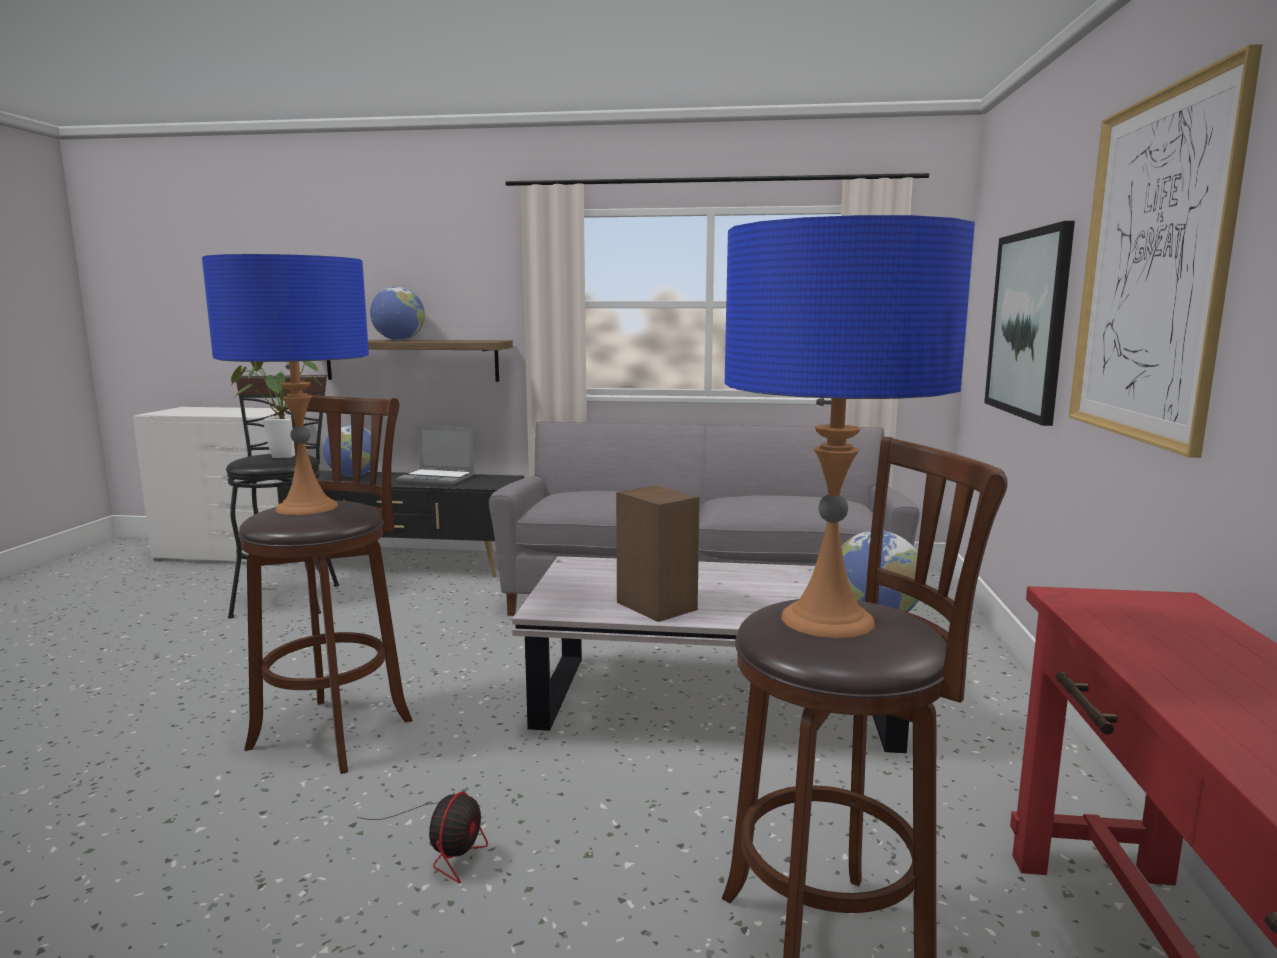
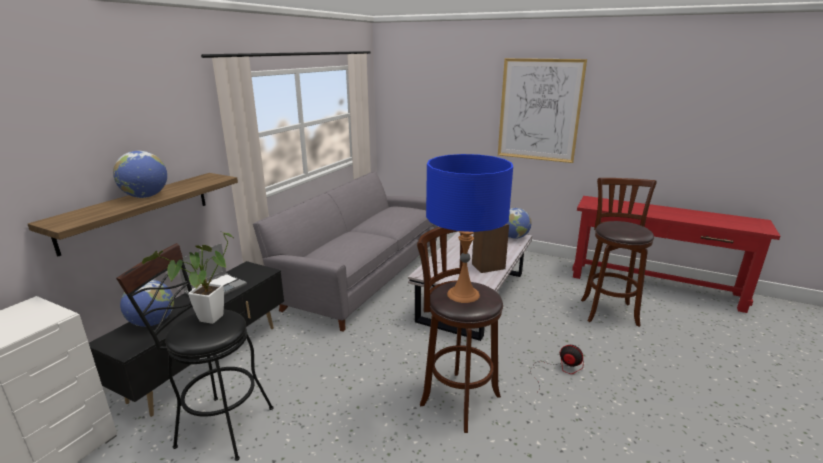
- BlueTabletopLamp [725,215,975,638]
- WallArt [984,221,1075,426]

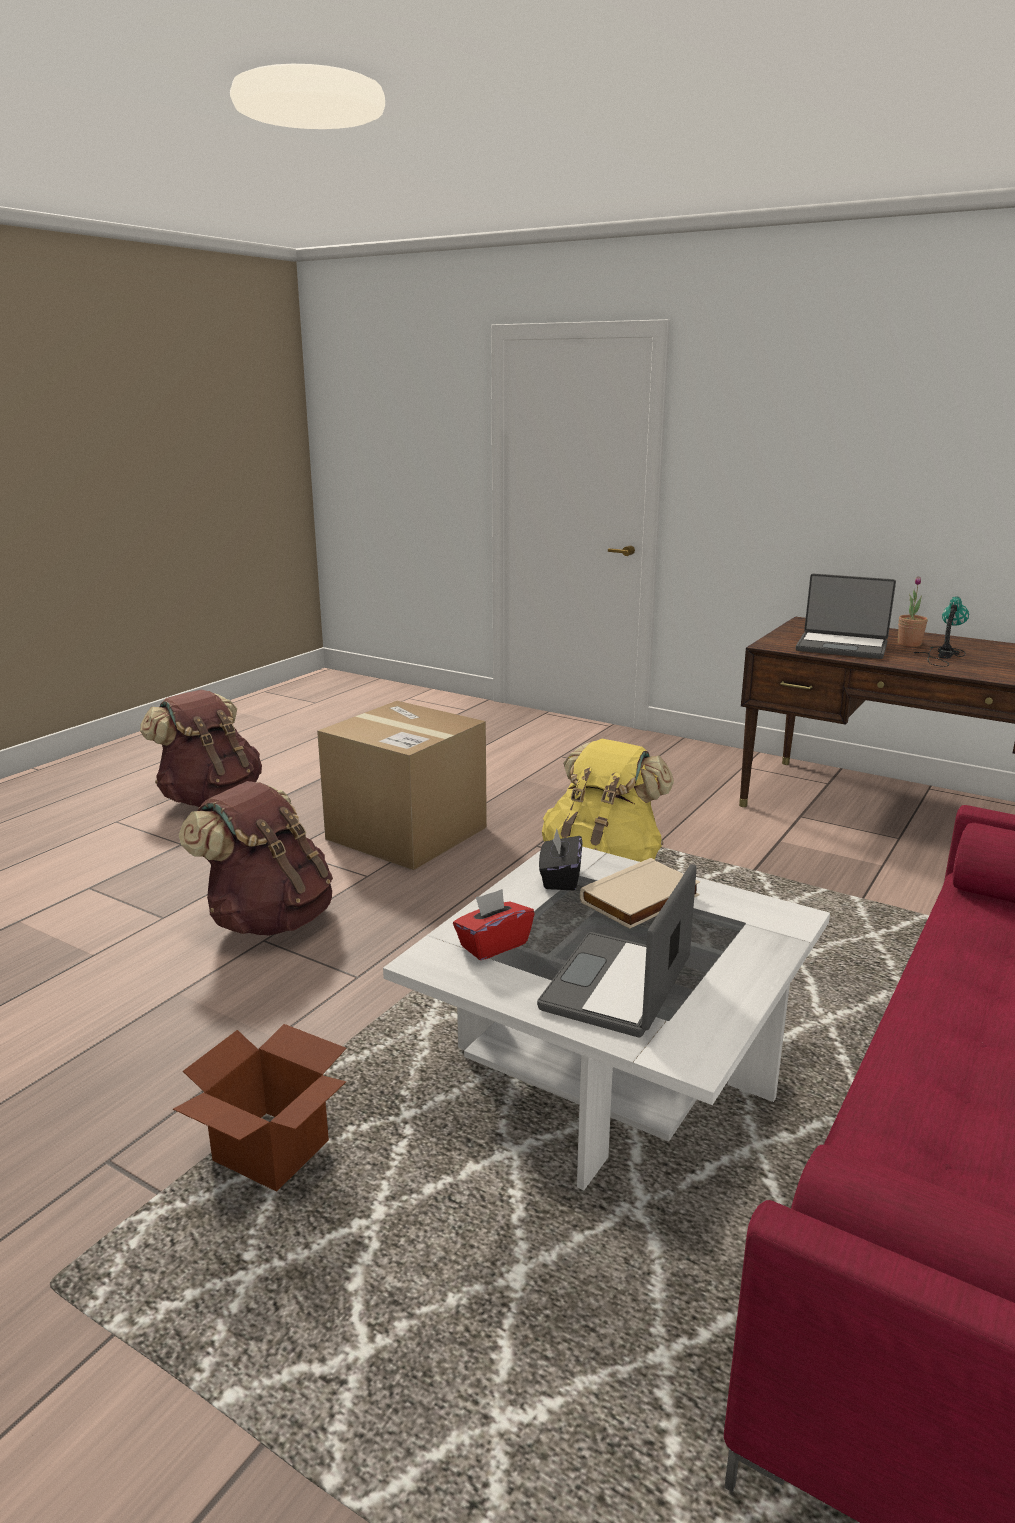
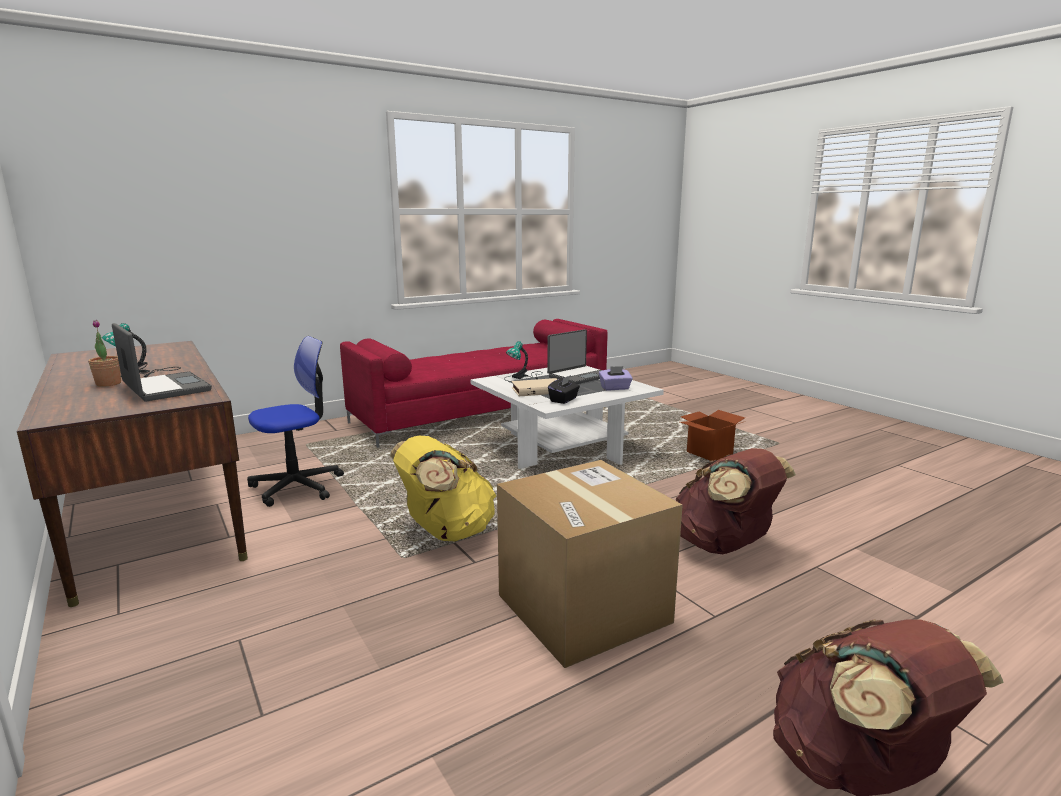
+ DeskChair [247,336,344,507]
+ TabletopLamp [504,341,543,382]
~ RedColouredTissueBox [453,889,535,960] to PurpleColouredTissueBox [599,366,633,390]

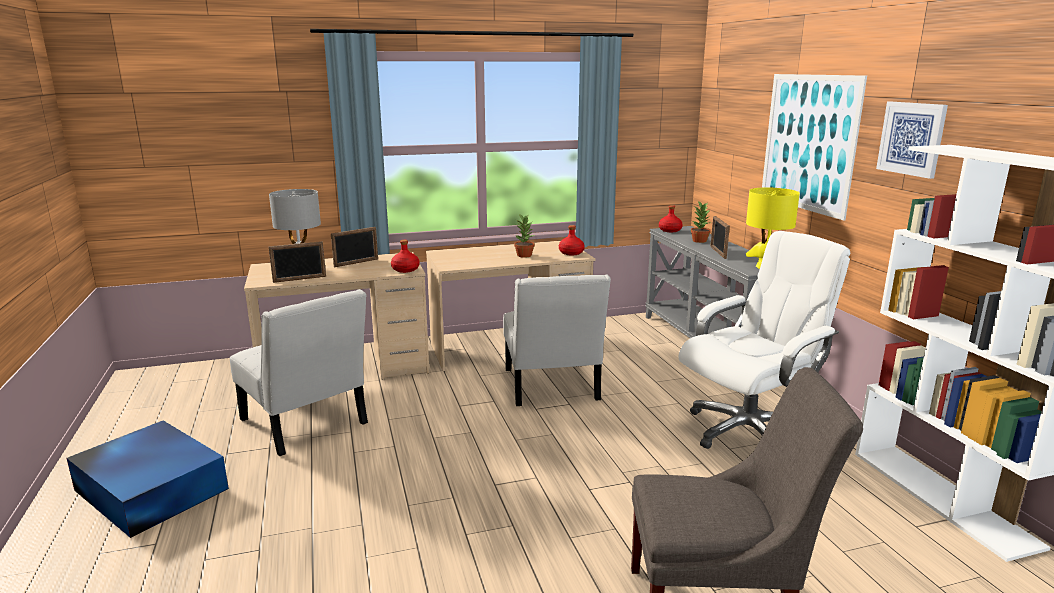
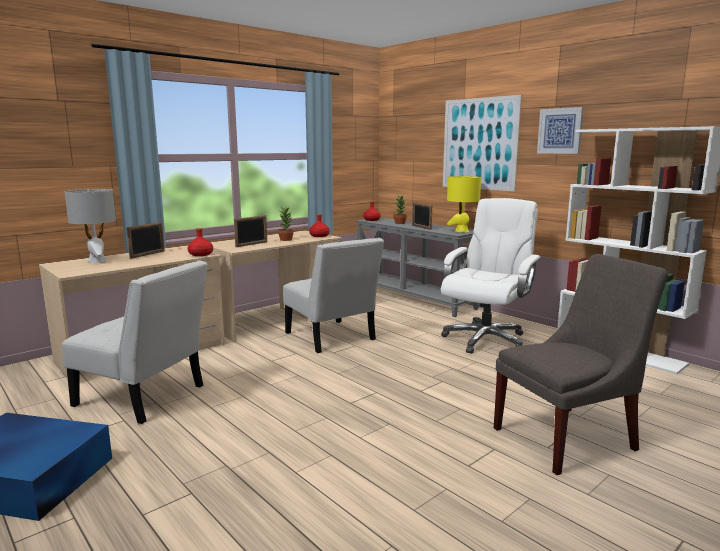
~ PhotoFrame [268,241,326,283] to [234,215,267,247]

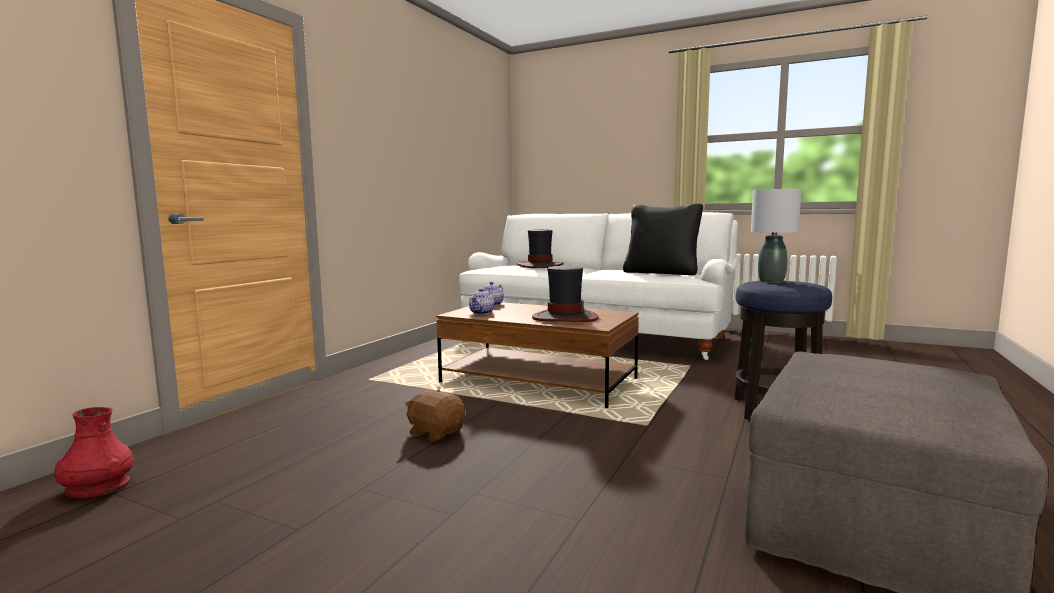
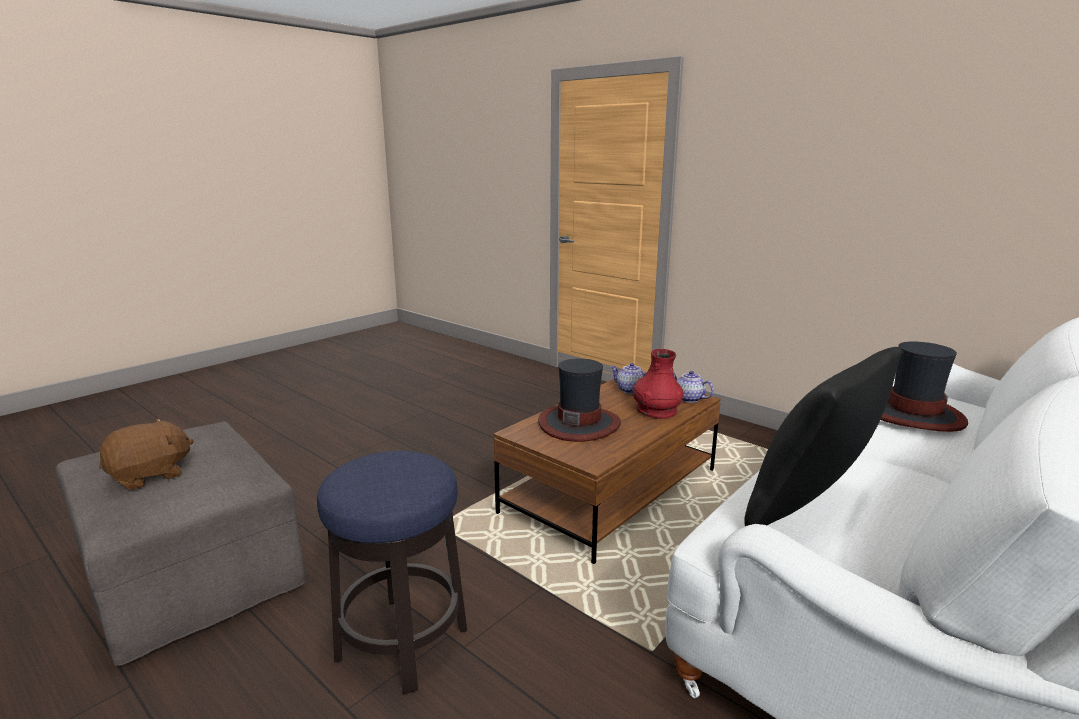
- GreyishTabletopLamp [751,189,802,283]
~ RedColouredDecorativeVase [54,407,133,498] to [633,349,683,419]
~ BrownPlushToy [405,390,466,442] to [99,418,194,490]

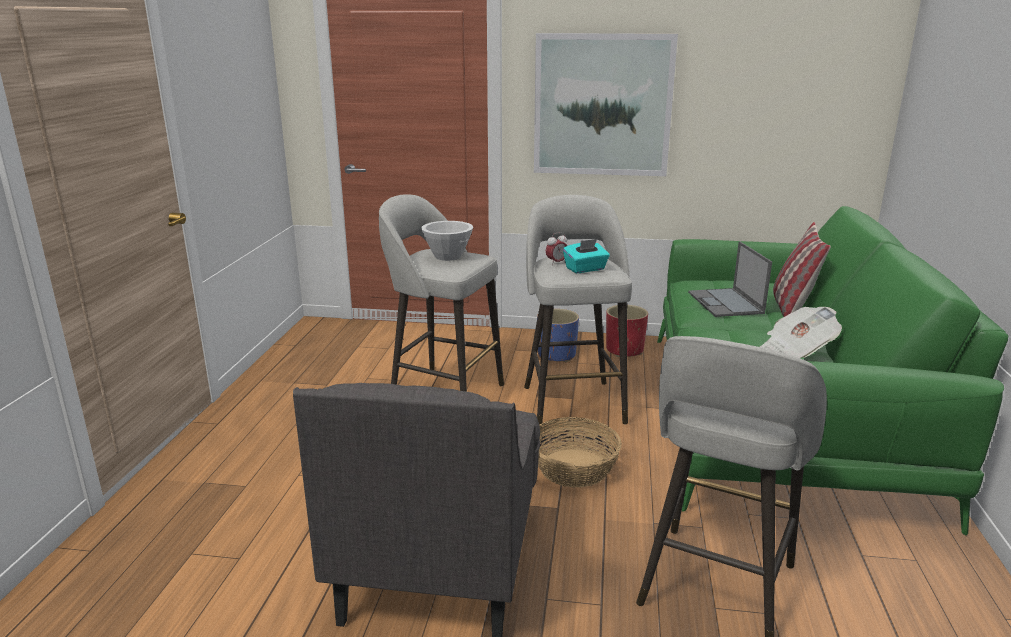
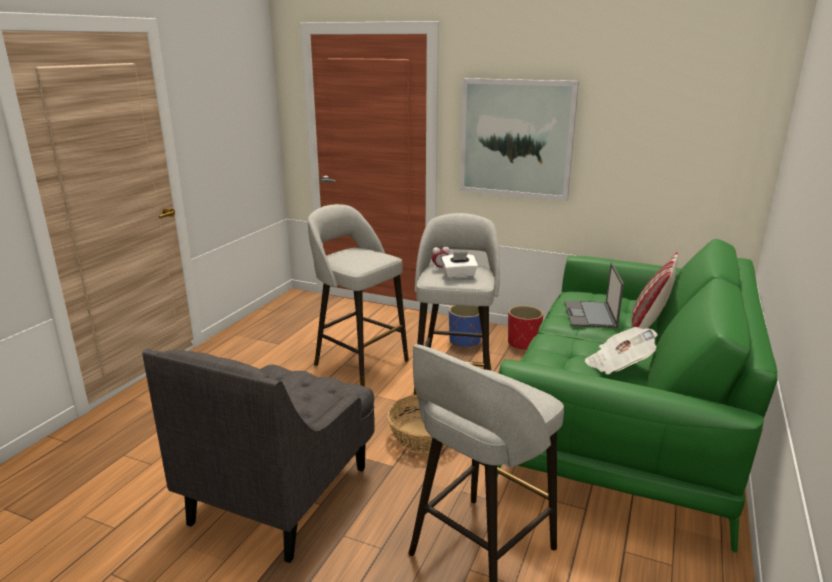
- WhiteDeepDish [421,221,473,261]
~ TurquoiseTissueBox [563,239,610,273] to WhiteTissueBox [441,252,478,279]

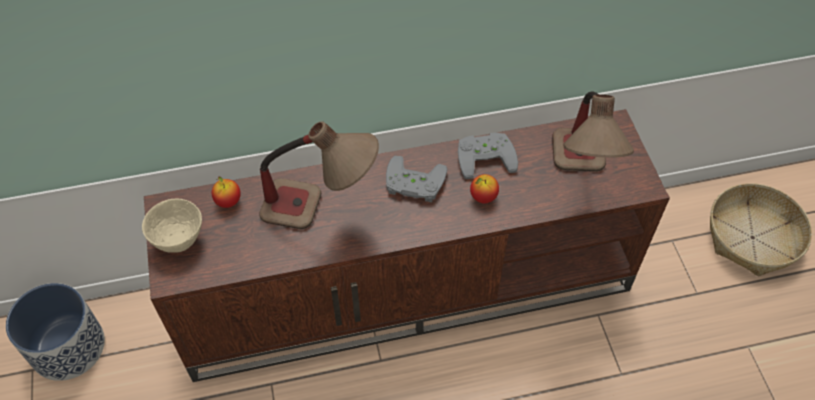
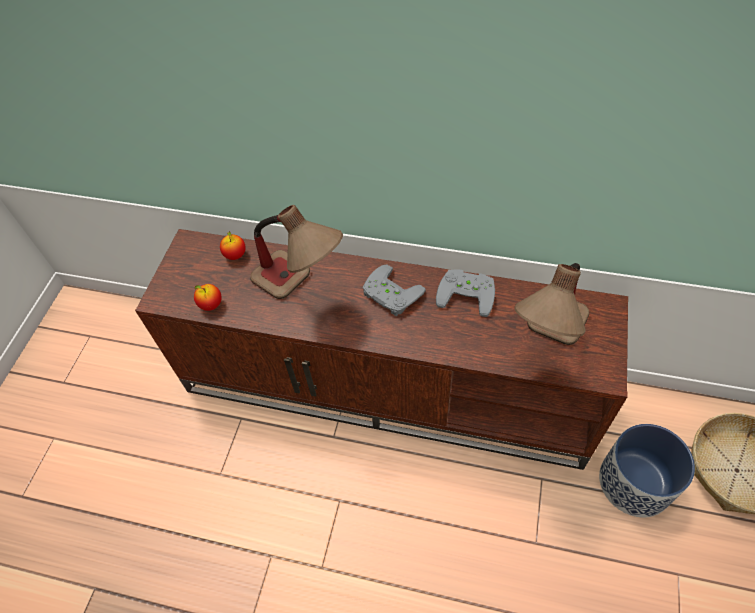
- BeigeColouredDeepDish [142,198,202,253]
~ PlantPot [6,283,105,381] to [599,424,695,518]
~ AppleFruit [470,174,499,203] to [194,284,222,311]

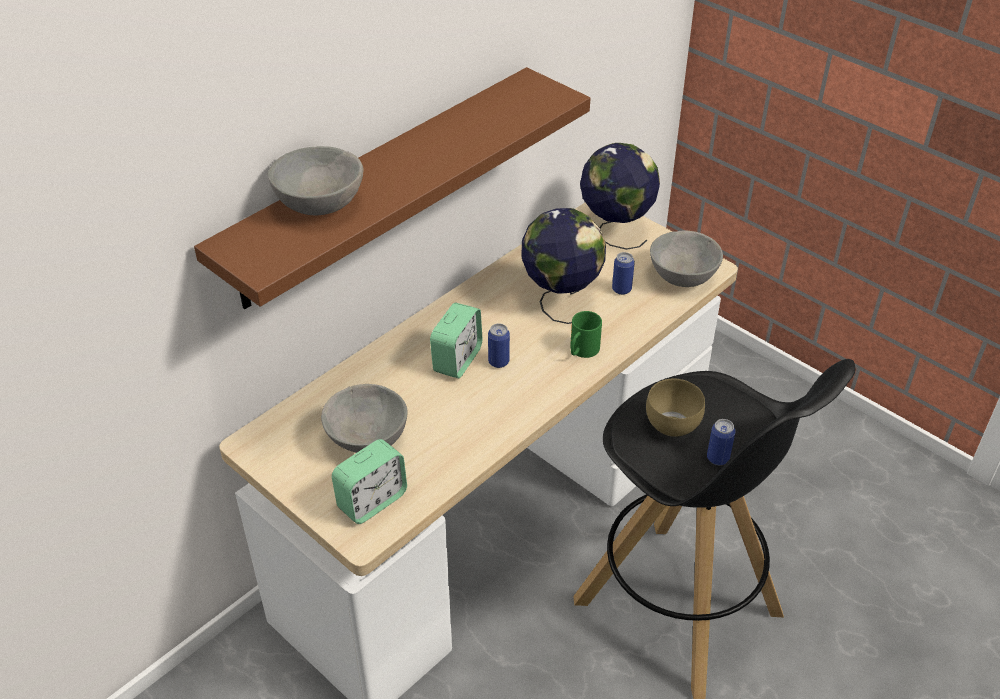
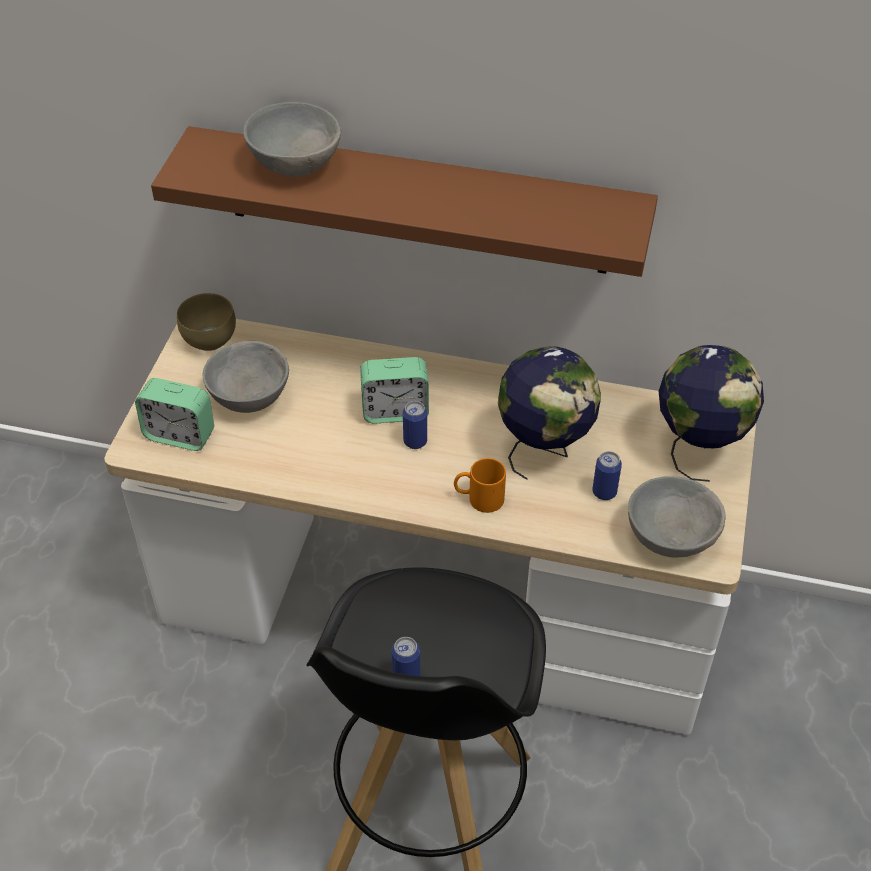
~ BrownDeepDish [646,379,705,437] to [177,293,236,351]
~ GreenishMug [570,311,602,358] to OrangeMug [454,458,506,513]

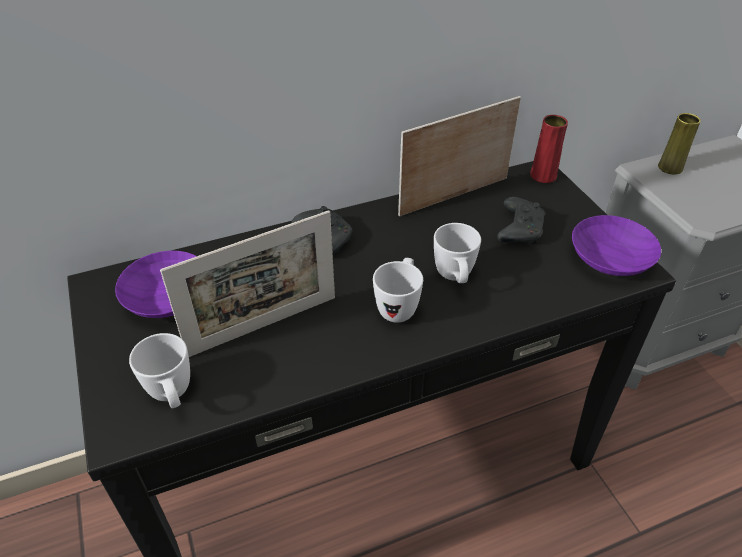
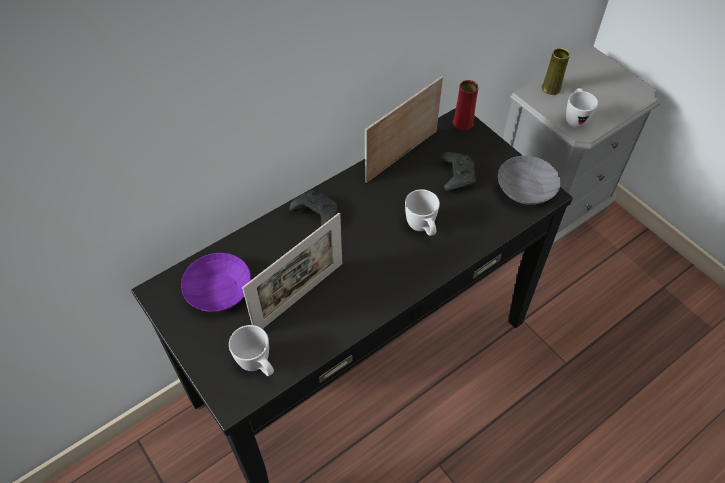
~ WhiteMug [373,258,423,323] to [566,88,598,128]
~ PurpleColouredDeepDish [572,215,661,276] to GreyishDeepDish [497,156,561,205]

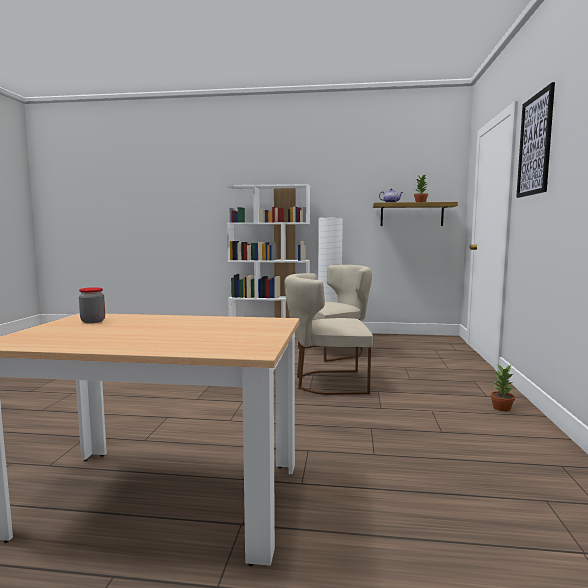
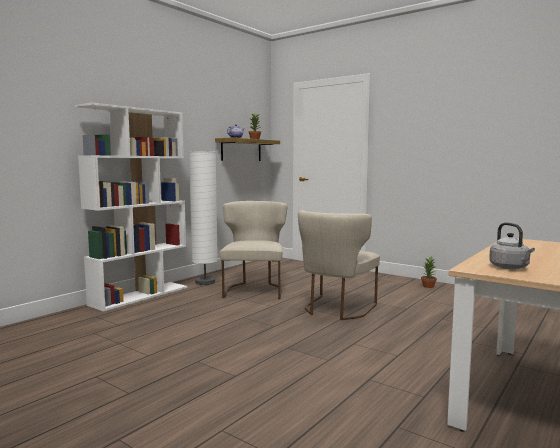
- WallArt [516,82,555,198]
~ StorageJar [79,287,105,323] to GreyishWaterKettle [489,222,535,269]

